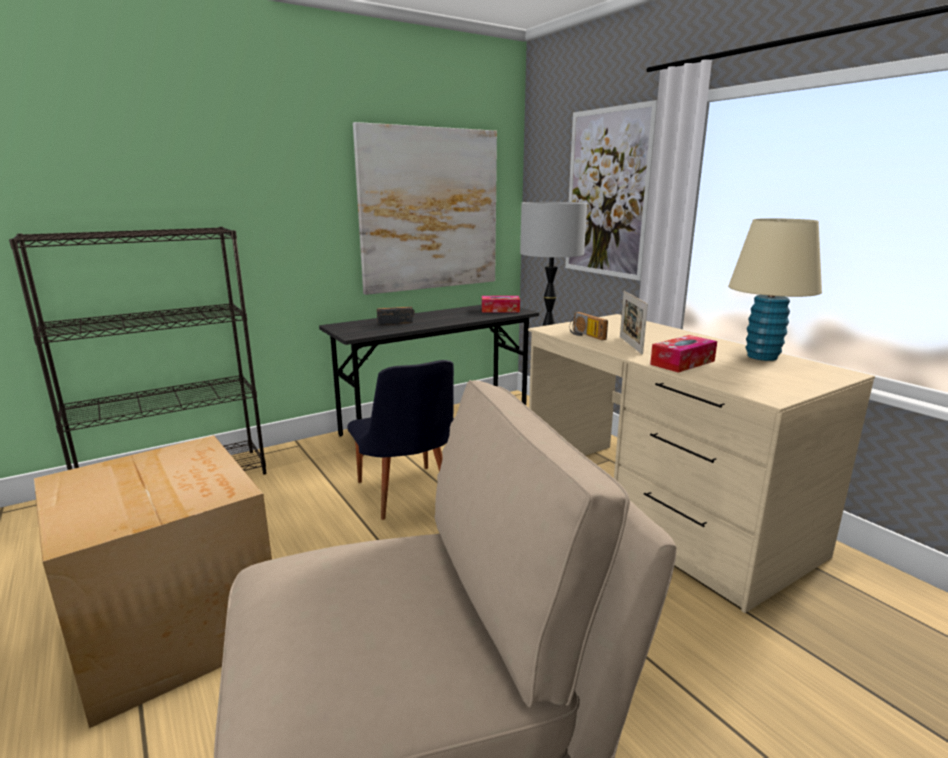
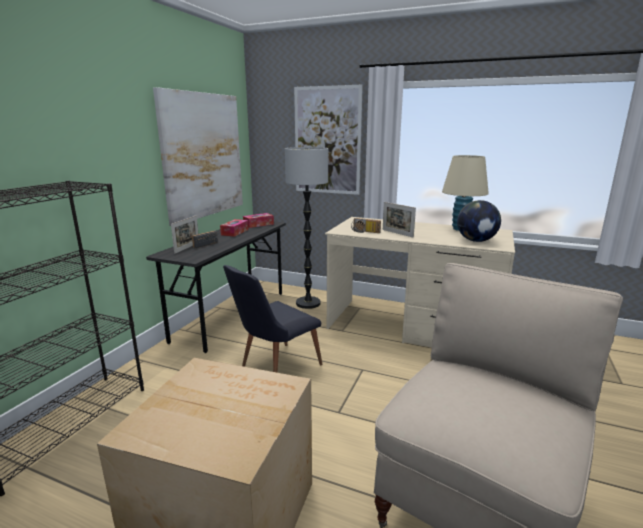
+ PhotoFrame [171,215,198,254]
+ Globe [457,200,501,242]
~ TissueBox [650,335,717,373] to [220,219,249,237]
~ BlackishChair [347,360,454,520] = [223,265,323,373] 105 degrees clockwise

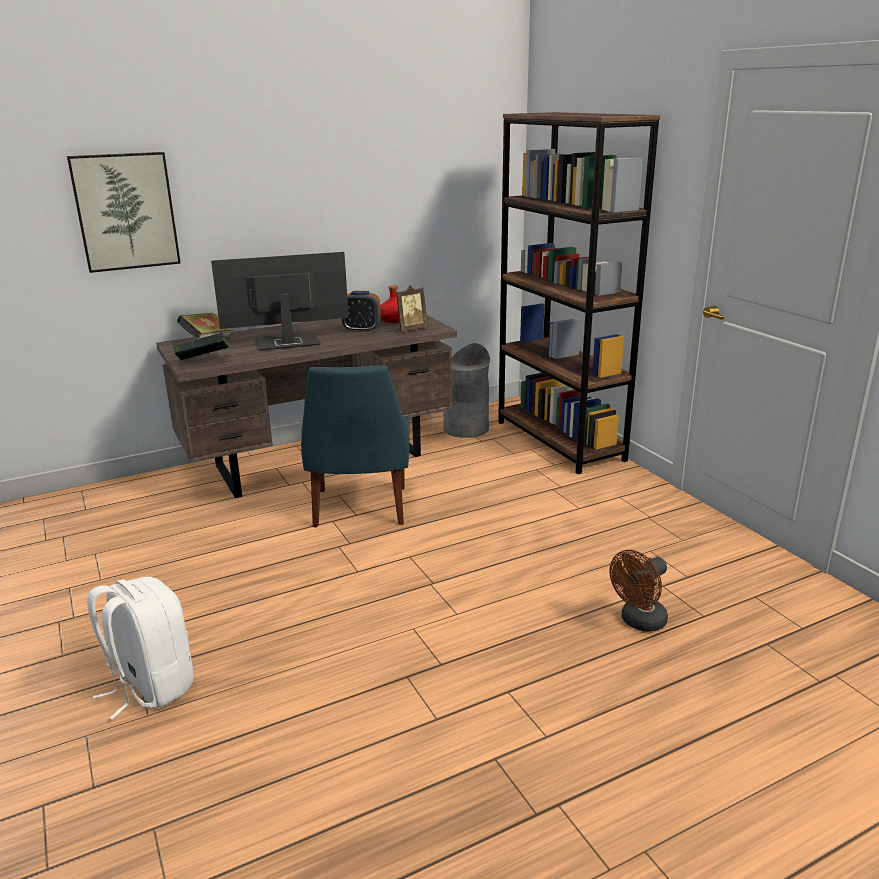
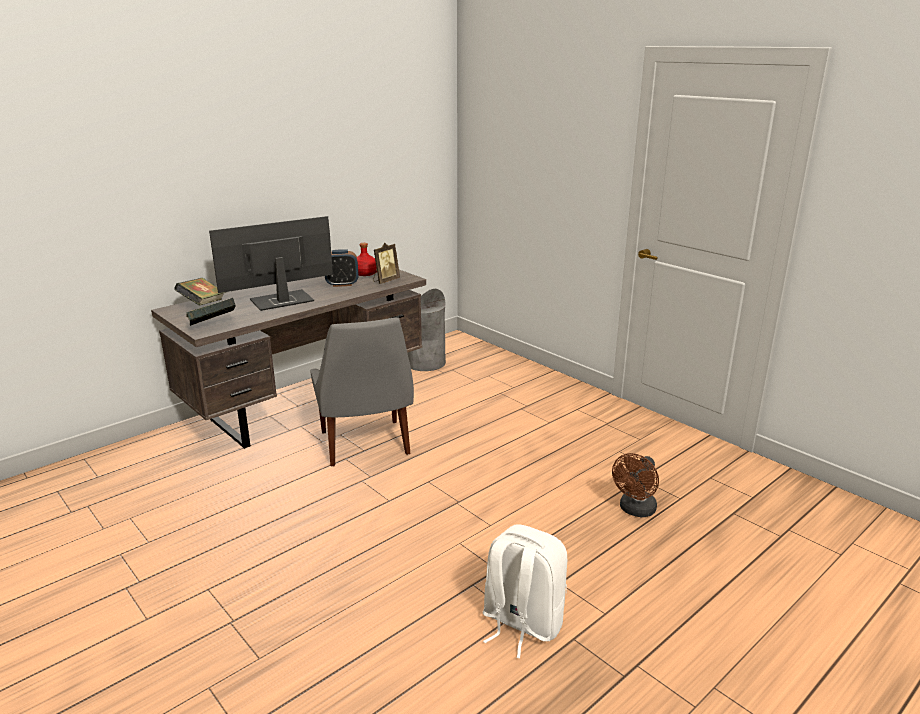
- WallArt [67,152,181,273]
- BrownBookcase [498,112,660,474]
~ WhiteBackpack [87,577,194,720] to [483,524,567,658]
~ BlueChair [301,365,410,528] to GreyishChair [310,317,414,467]

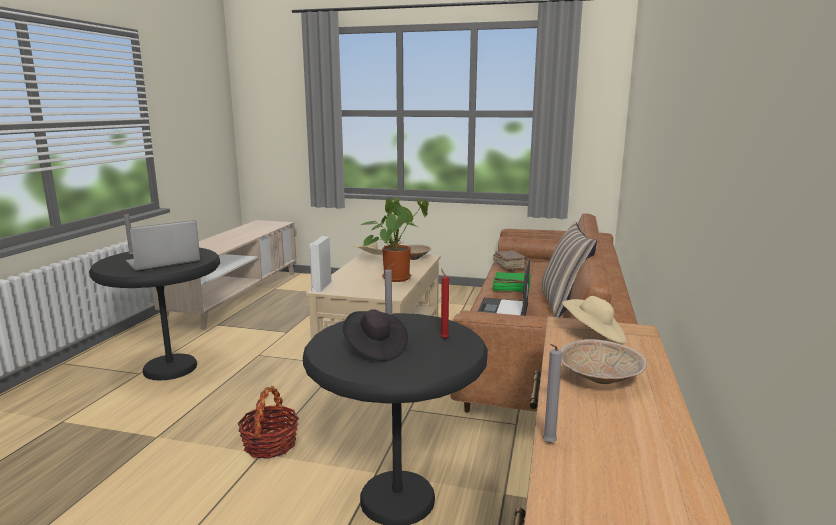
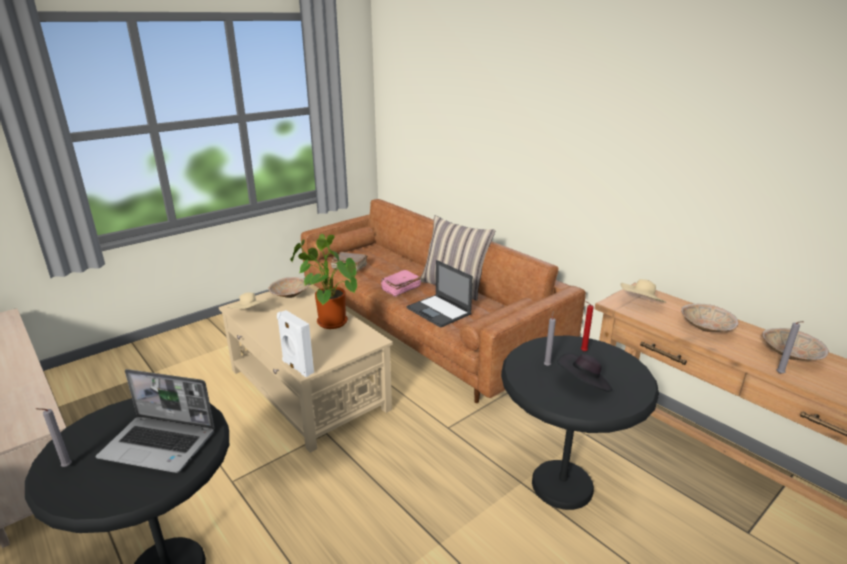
- StorageBasket [237,386,299,459]
+ BeigeColouredDeepDish [762,328,829,360]
~ GreenishBook [492,272,531,292] to PinkishBook [381,270,421,297]
~ NotebookComputer [126,220,200,272] = [96,369,215,473] 75 degrees counterclockwise

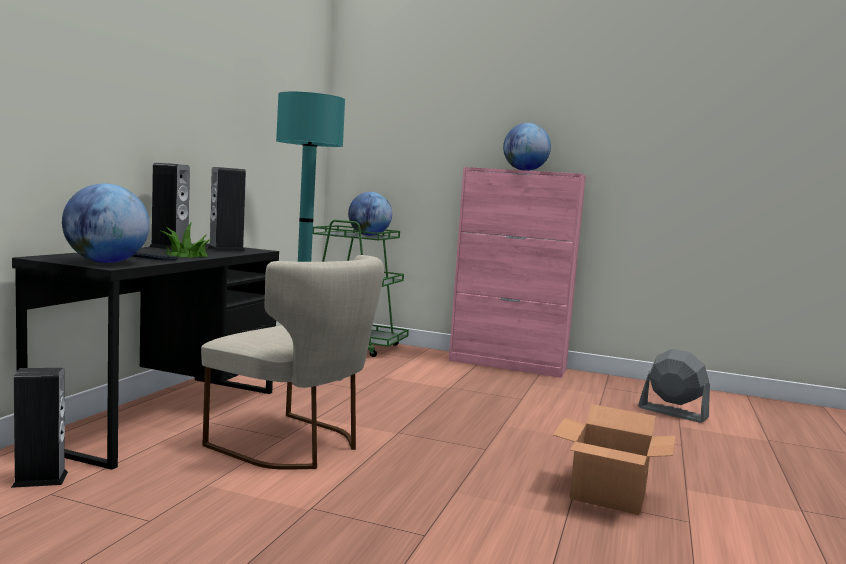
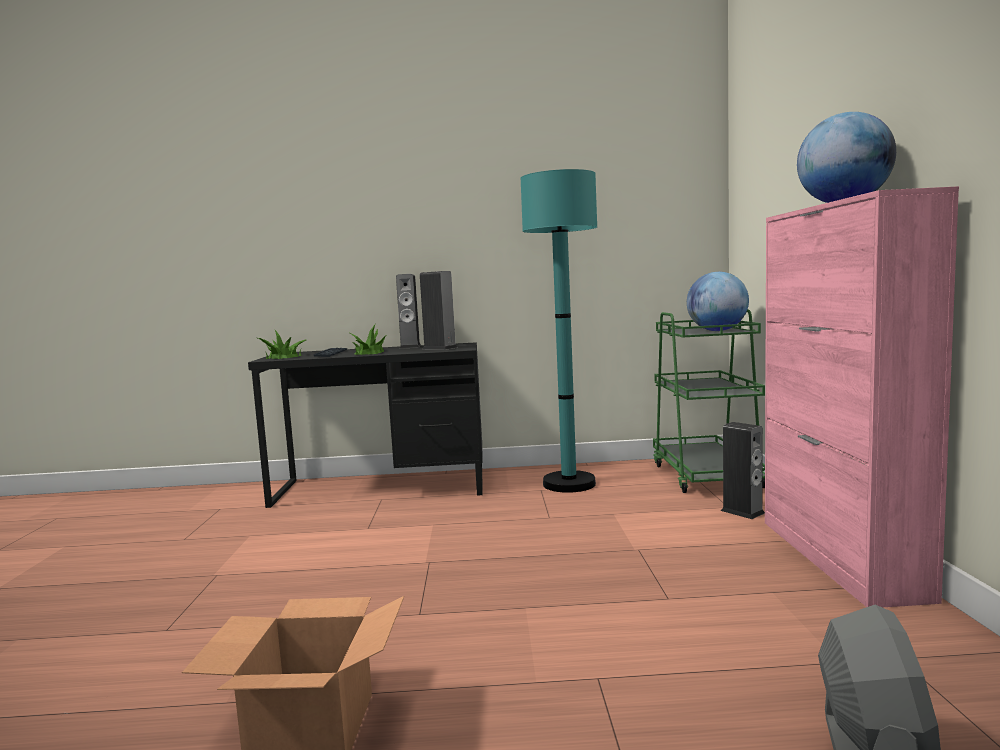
- BeigeColouredChair [201,255,384,470]
~ AudioSpeaker [11,368,68,488] to [721,422,765,519]
~ Globe [62,184,150,263] to Houseplant [258,329,306,359]

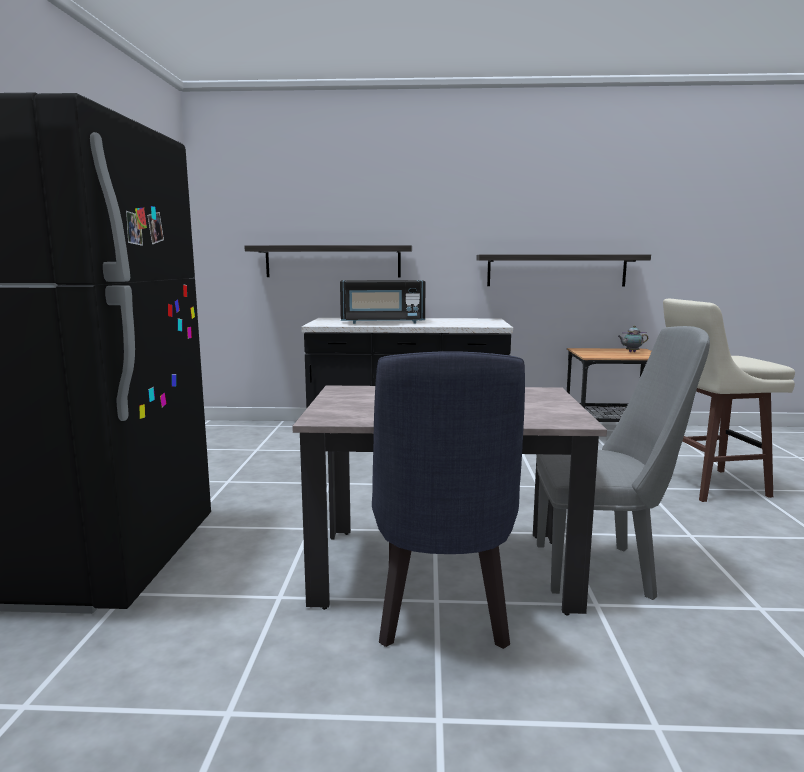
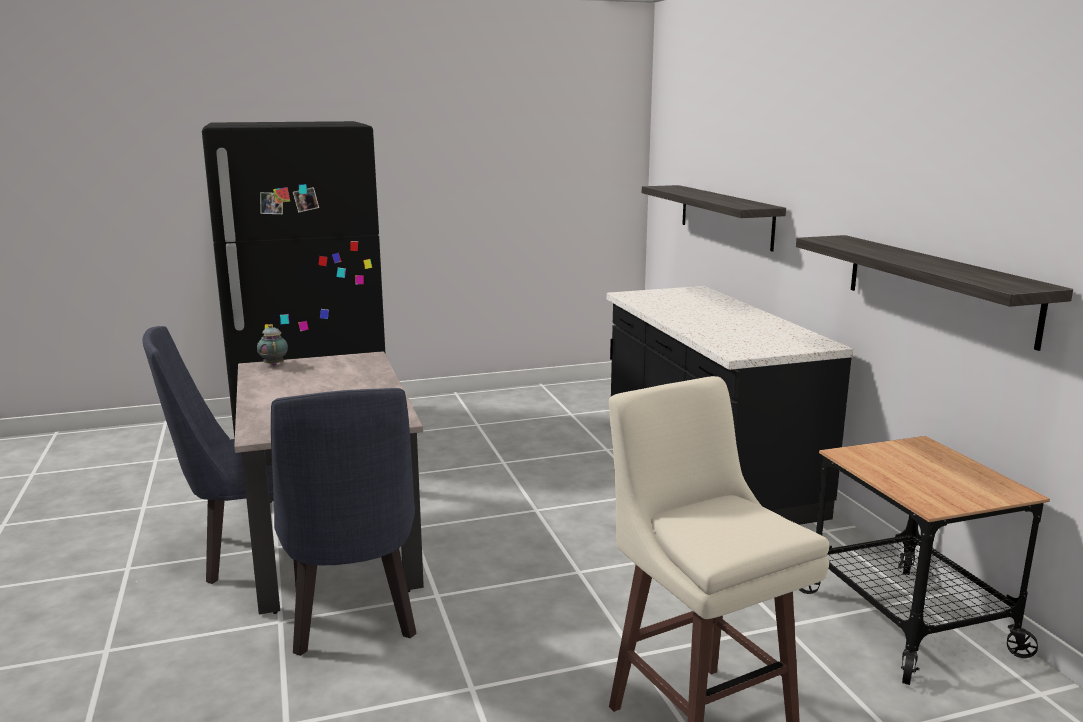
- BlackishMicrowaveOven [340,280,425,324]
~ TeaPot [617,326,648,352] to [257,324,288,366]
~ GreyishChair [536,326,710,600] to BlueChair [271,388,416,656]

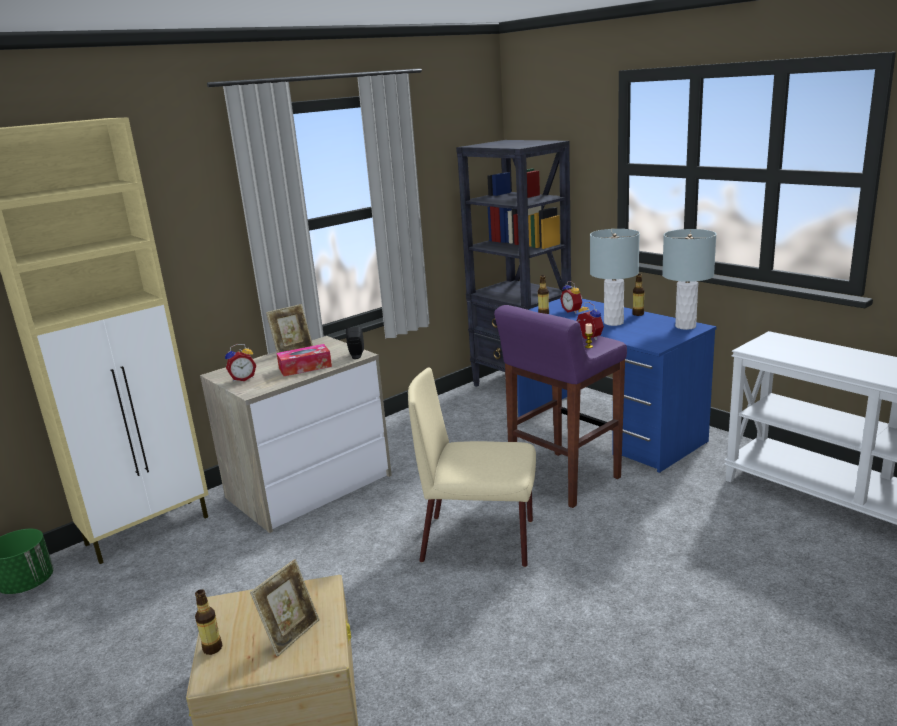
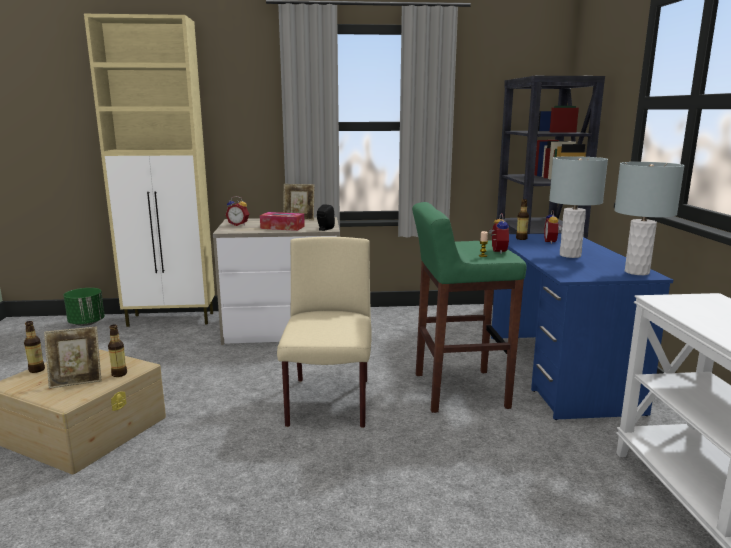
~ DrinkBottle [632,274,645,316] to [108,324,127,377]
~ PurpleColouredSittingStool [494,305,627,508] to GreenishSittingStool [412,202,527,413]
~ BeigeColouredChair [408,367,536,567] = [277,237,372,428] 45 degrees clockwise

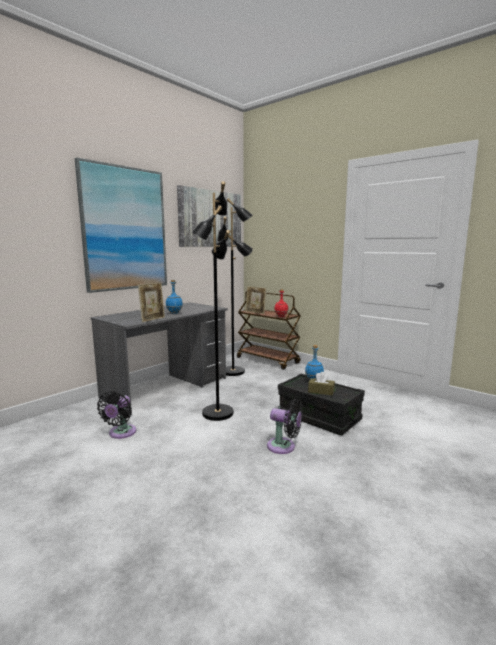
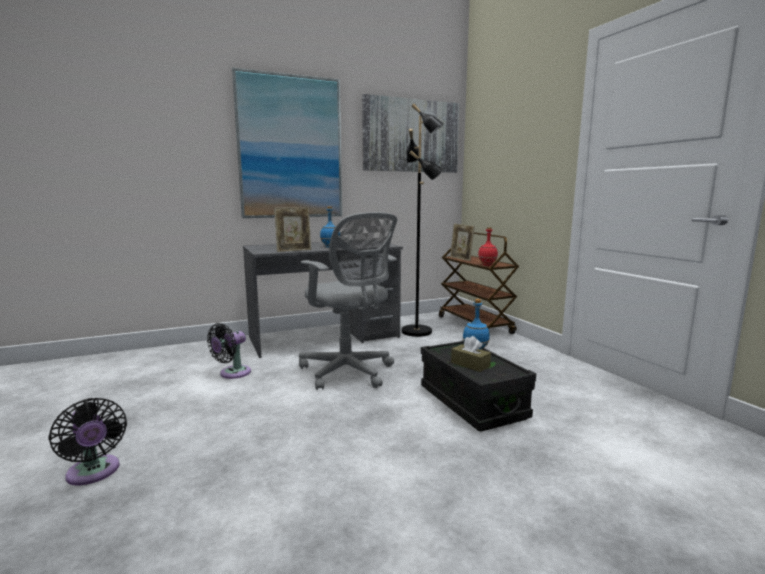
~ BlackishFan [267,399,303,454] to [49,398,127,485]
~ BlackishFloorLamp [192,181,233,421] to GreyishDeskChair [299,212,397,390]

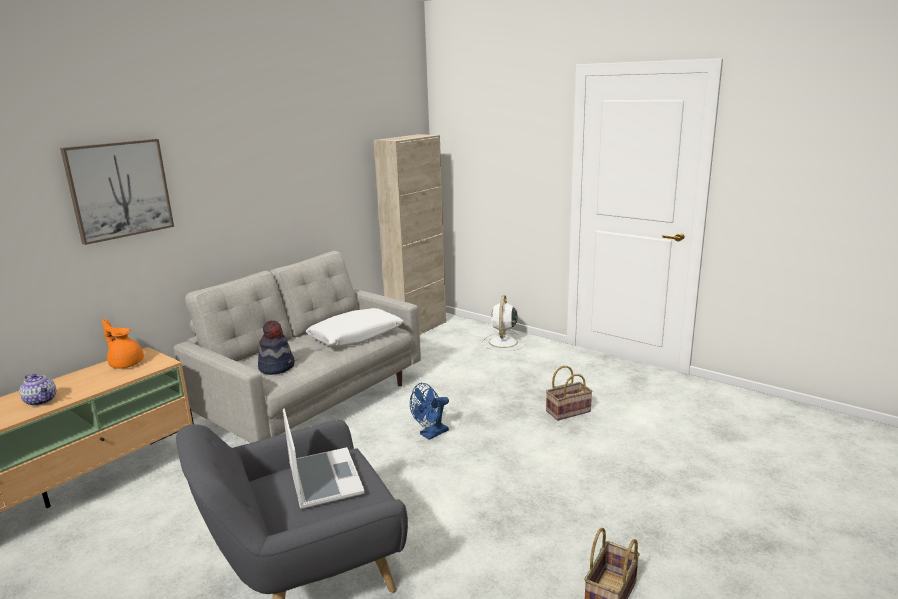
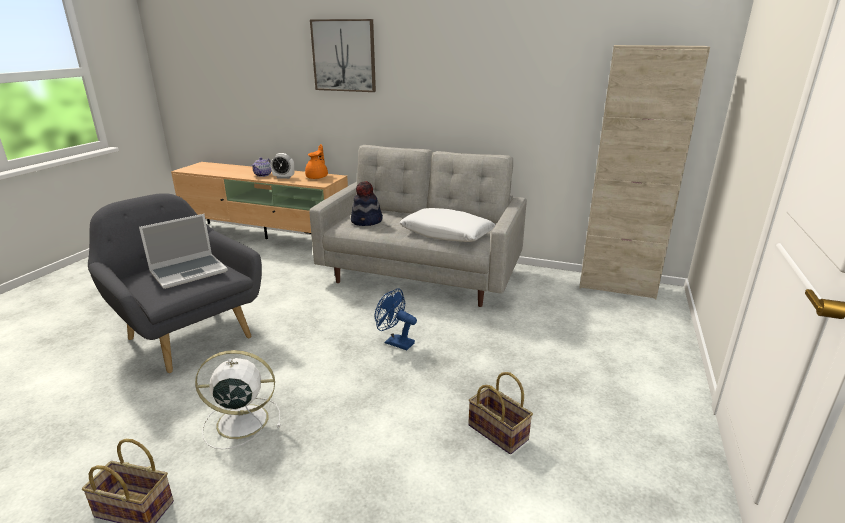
+ TableClock [271,153,295,179]
~ WhiteFan [482,295,524,351] to [195,350,280,450]

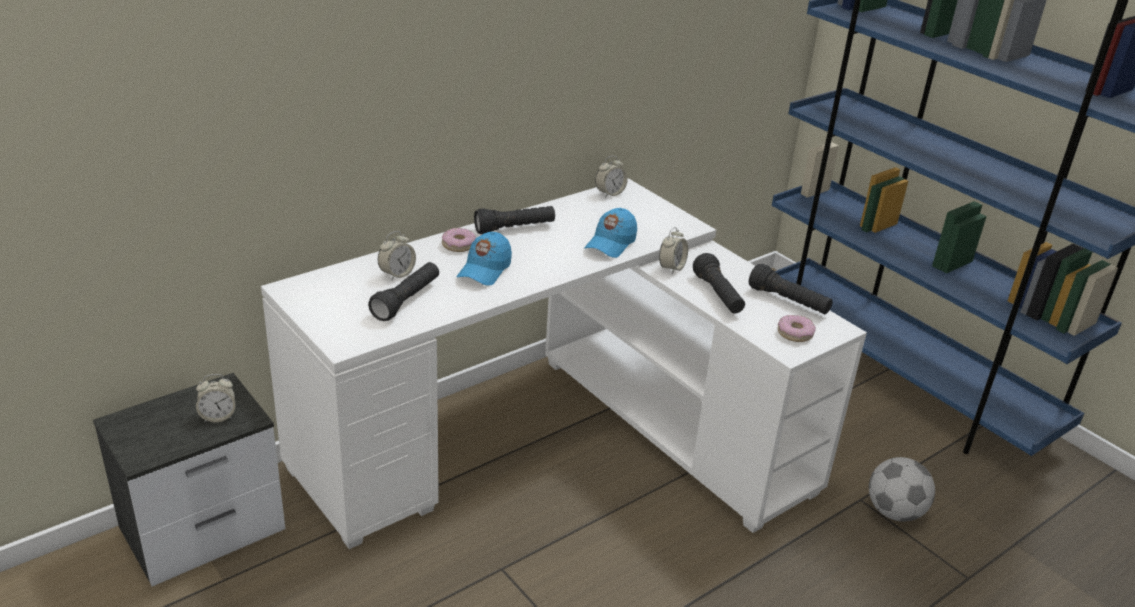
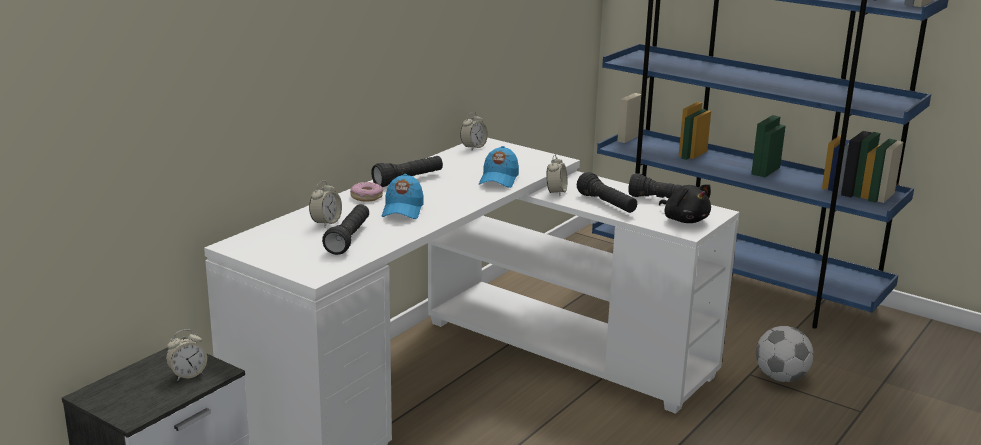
~ Donut [778,315,816,342] to BlackishPlushToy [659,184,711,223]

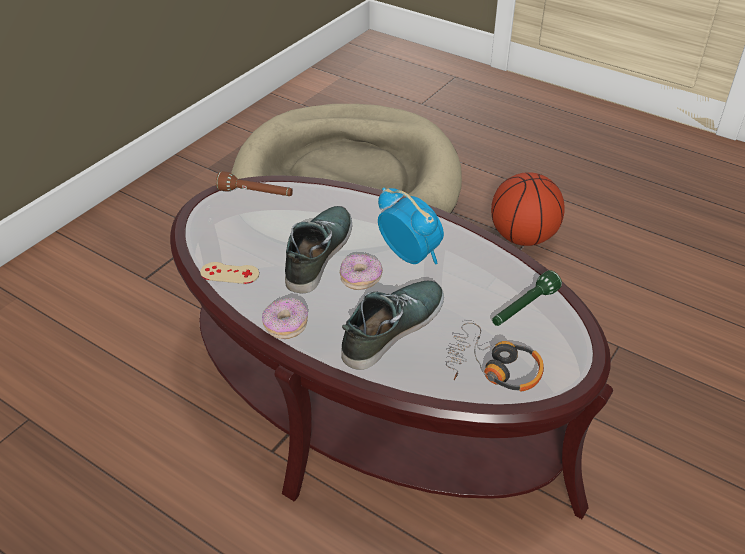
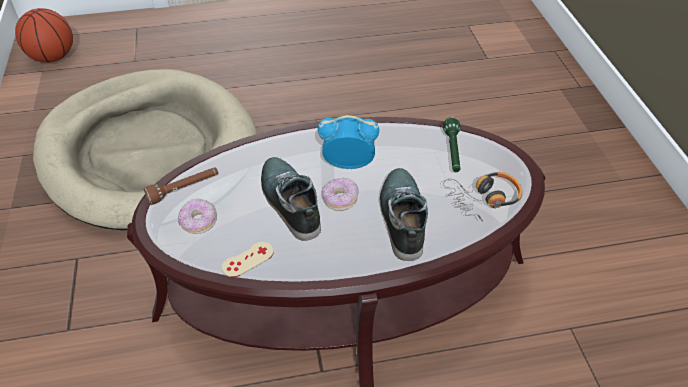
~ Donut [262,298,308,339] to [178,199,216,234]
~ BasketballBall [491,172,565,246] to [15,8,73,62]

